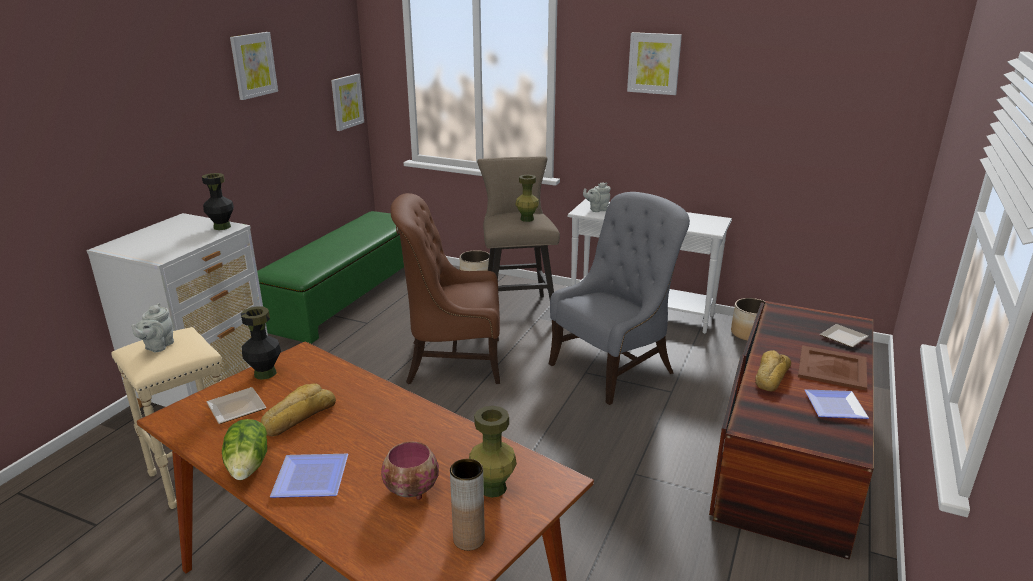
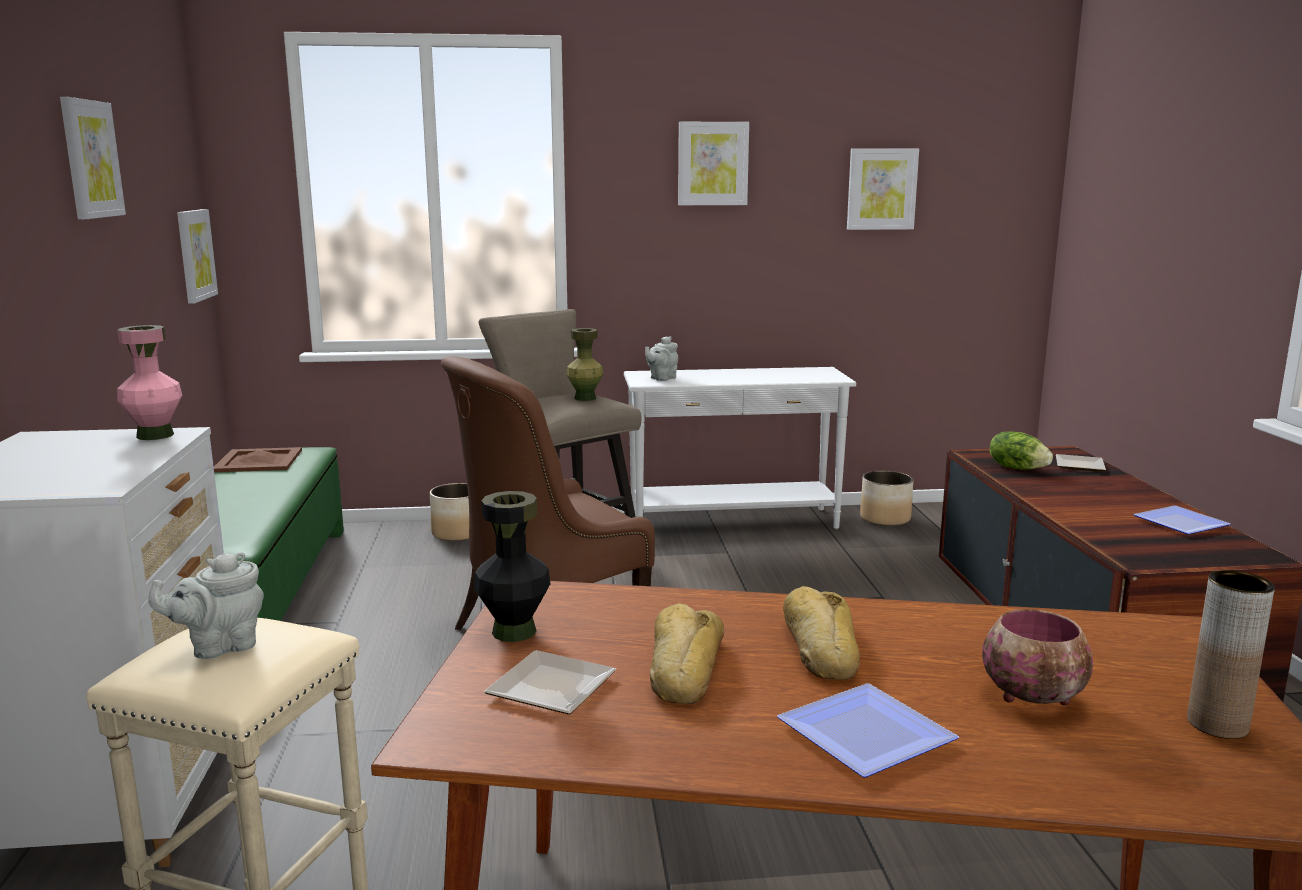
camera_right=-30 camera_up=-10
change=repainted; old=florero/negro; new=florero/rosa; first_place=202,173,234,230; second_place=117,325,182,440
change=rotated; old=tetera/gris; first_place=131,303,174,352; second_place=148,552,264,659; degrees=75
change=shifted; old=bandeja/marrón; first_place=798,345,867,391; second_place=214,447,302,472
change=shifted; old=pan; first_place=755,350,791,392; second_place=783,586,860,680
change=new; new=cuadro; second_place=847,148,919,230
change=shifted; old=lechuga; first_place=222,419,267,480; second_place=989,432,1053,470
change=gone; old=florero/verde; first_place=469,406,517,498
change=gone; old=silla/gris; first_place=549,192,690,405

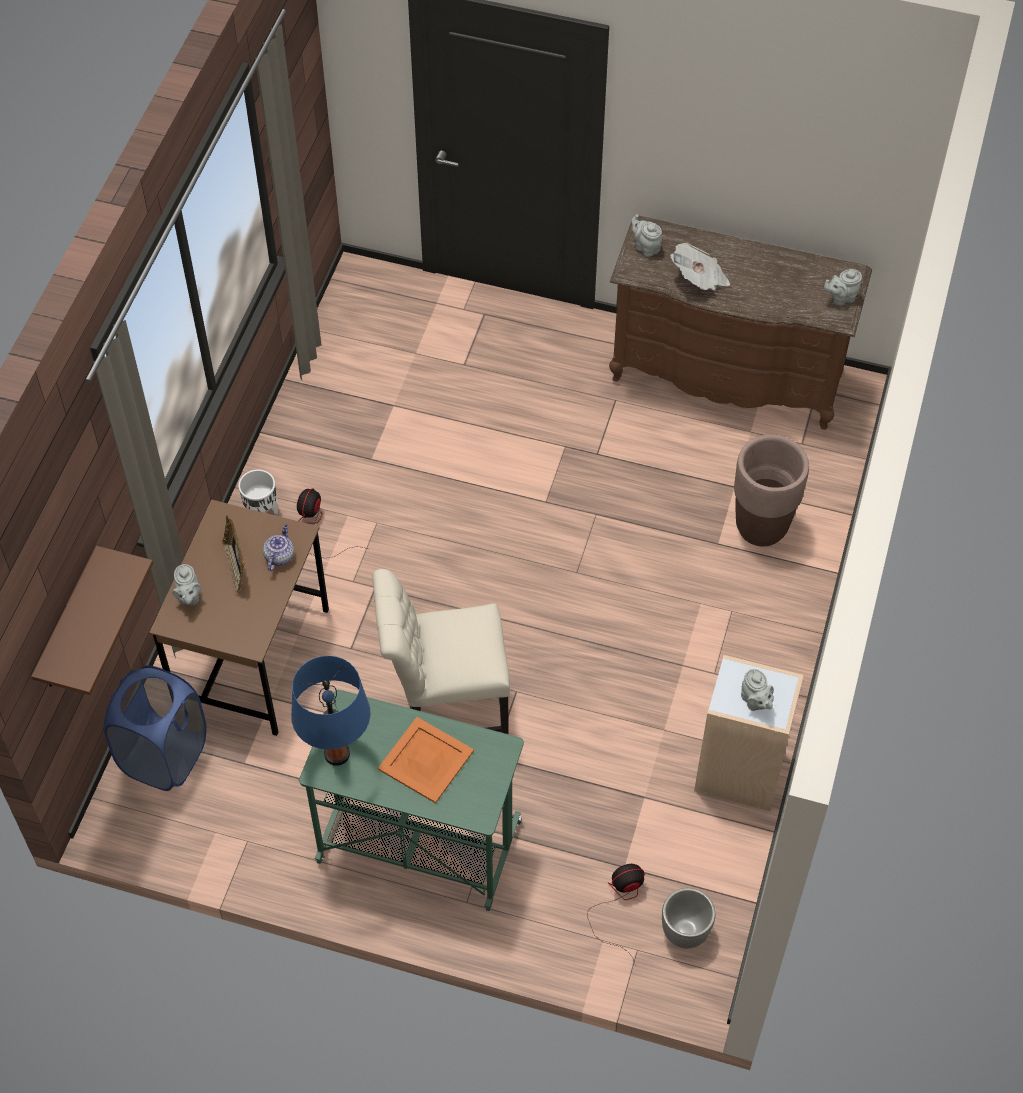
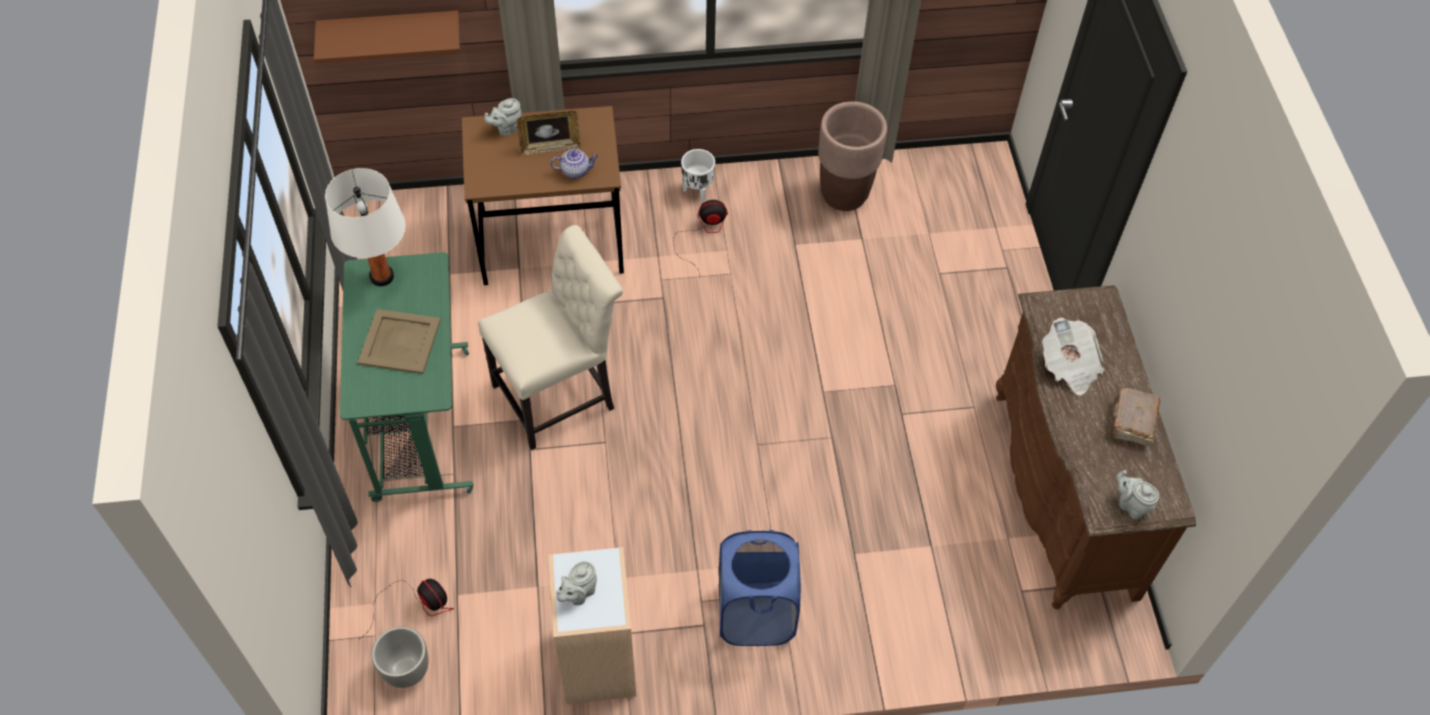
camera_right=65 camera_up=0
change=repainted; old=lámpara de mesa/azul; new=lámpara de mesa/blanco; first_place=291,656,371,766; second_place=325,168,406,286
change=repainted; old=bandeja/naranja; new=bandeja/beis; first_place=378,717,474,803; second_place=358,309,441,374
change=rotated; old=silla/beis; first_place=372,569,510,734; second_place=478,225,623,450; degrees=90
change=rotated; old=portarretratos; first_place=222,516,244,595; second_place=517,111,581,155; degrees=-150
change=shifted; old=cesto de la ropa/azul; first_place=104,665,207,791; second_place=719,530,801,646
change=shifted; old=maceta/marrón; first_place=734,434,809,546; second_place=818,101,887,211
change=new; new=libro/marrón; second_place=1109,387,1160,446
change=gone; old=tetera/gris; first_place=631,214,662,257

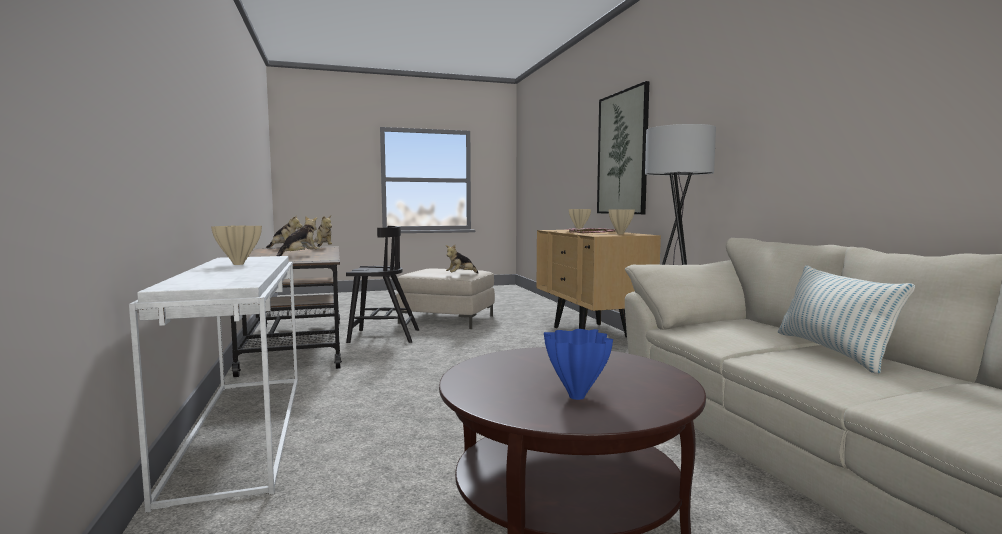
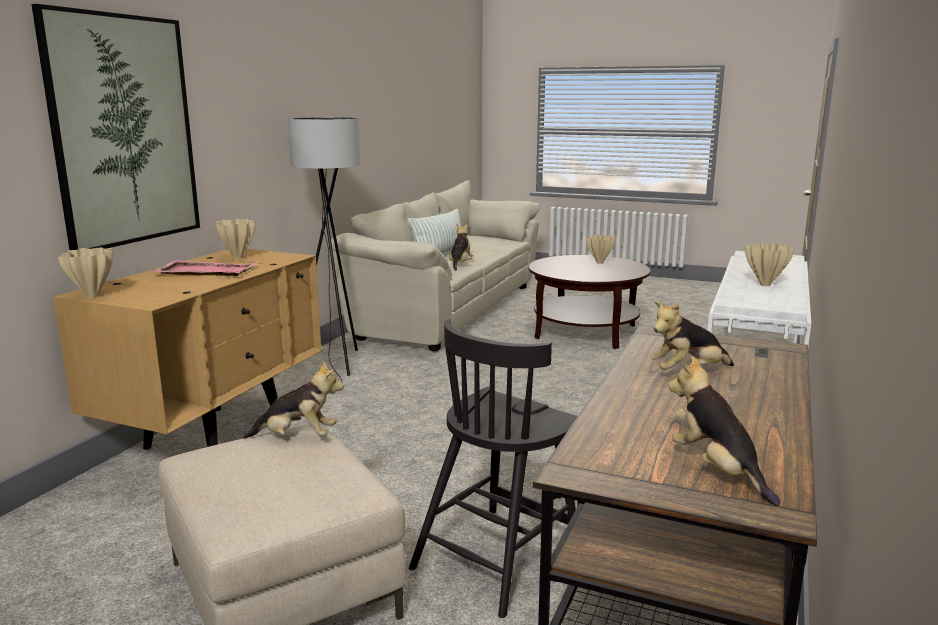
camera_right=-140 camera_up=10
change=rotated; old=silla/negro; first_place=346,226,419,343; second_place=409,319,577,618; degrees=-90
change=shifted; old=peluche; first_place=313,216,332,247; second_place=449,224,473,271
change=repainted; old=florero/azul; new=florero/beis; first_place=544,329,613,400; second_place=586,235,616,264

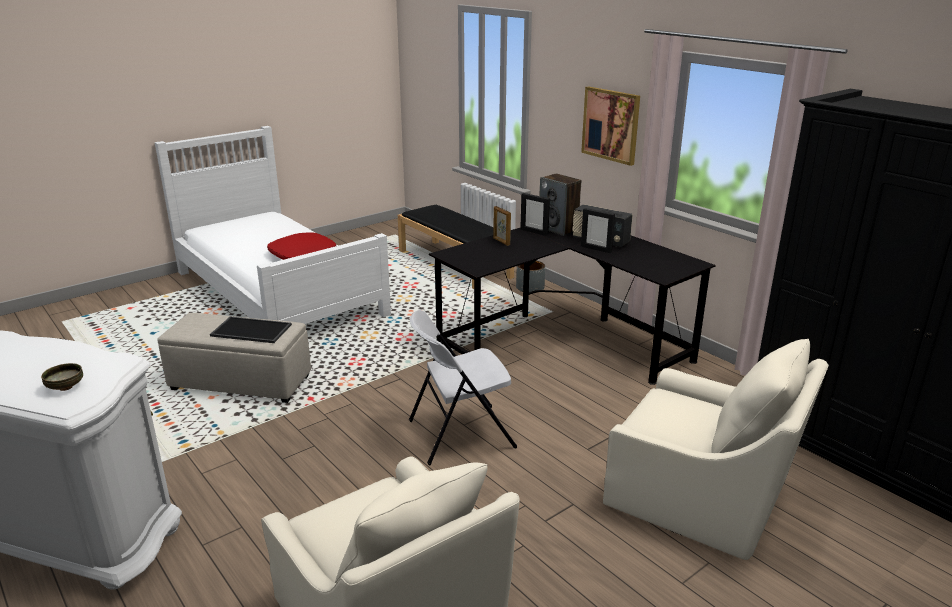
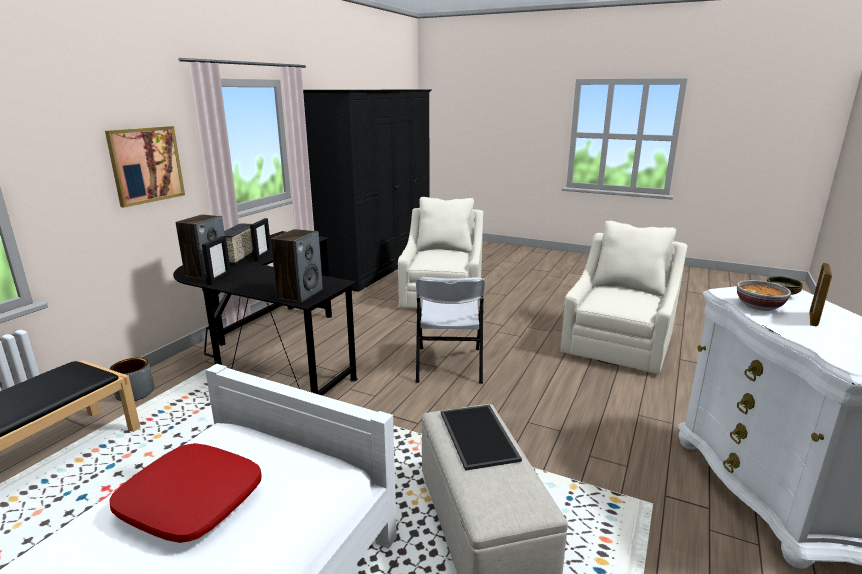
camera_right=-115 camera_up=-5
change=new; new=altavoz; second_place=271,229,323,303
change=rotated; old=silla/blanco; first_place=409,310,517,466; second_place=416,277,485,384; degrees=45
change=new; new=cuenco; second_place=737,280,791,311
change=shifted; old=portarretratos; first_place=493,206,511,246; second_place=809,263,832,326

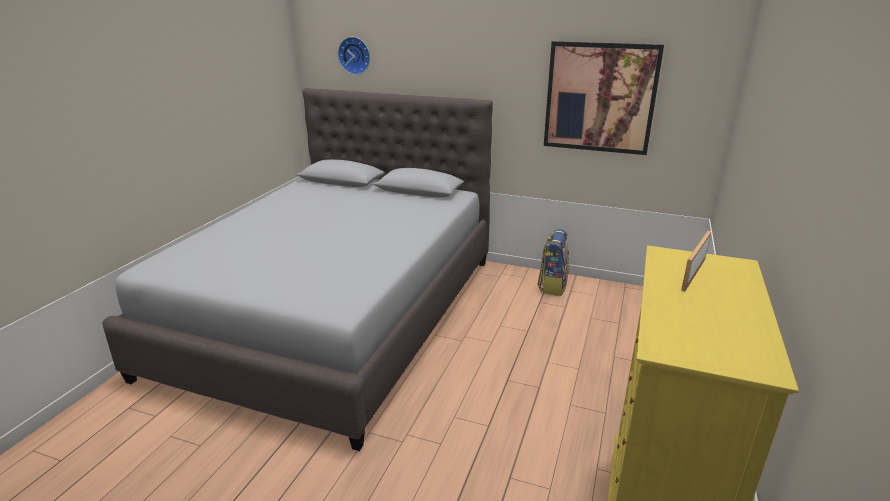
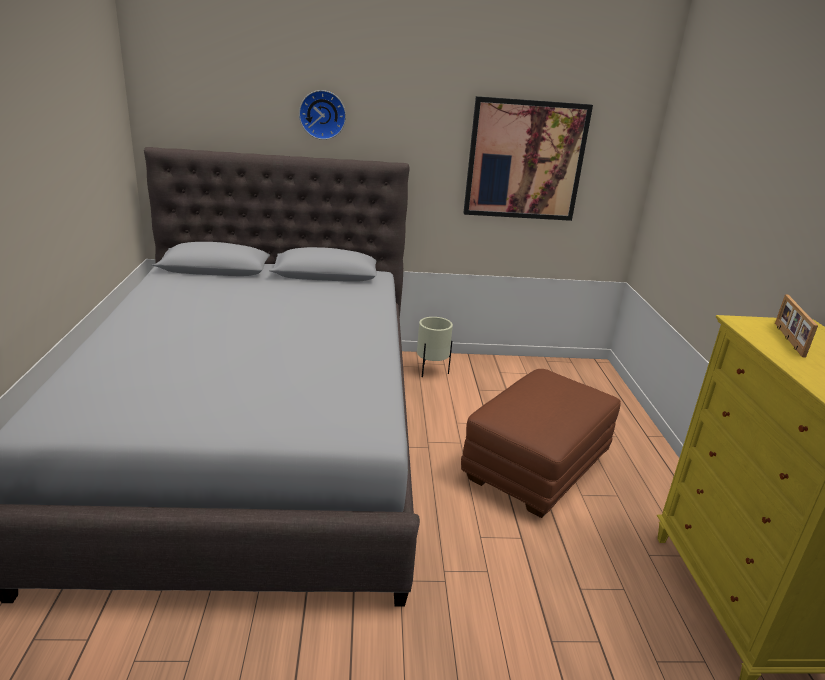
camera_right=-25 camera_up=0
change=shifted; old=reloj de pared; first_place=338,37,370,75; second_place=299,90,346,140
change=new; new=maceta/beis; second_place=417,317,453,378
change=new; new=puf/marrón; second_place=461,369,621,518
change=gone; old=mochila; first_place=537,229,570,296

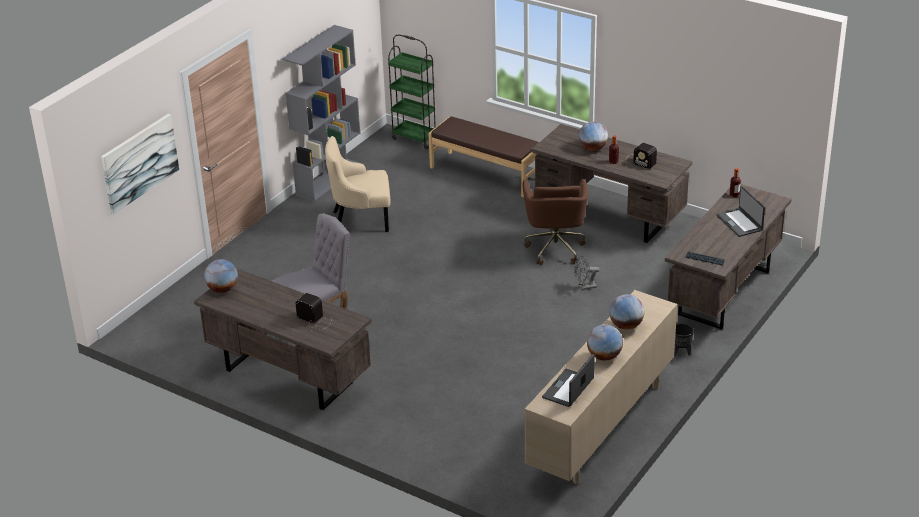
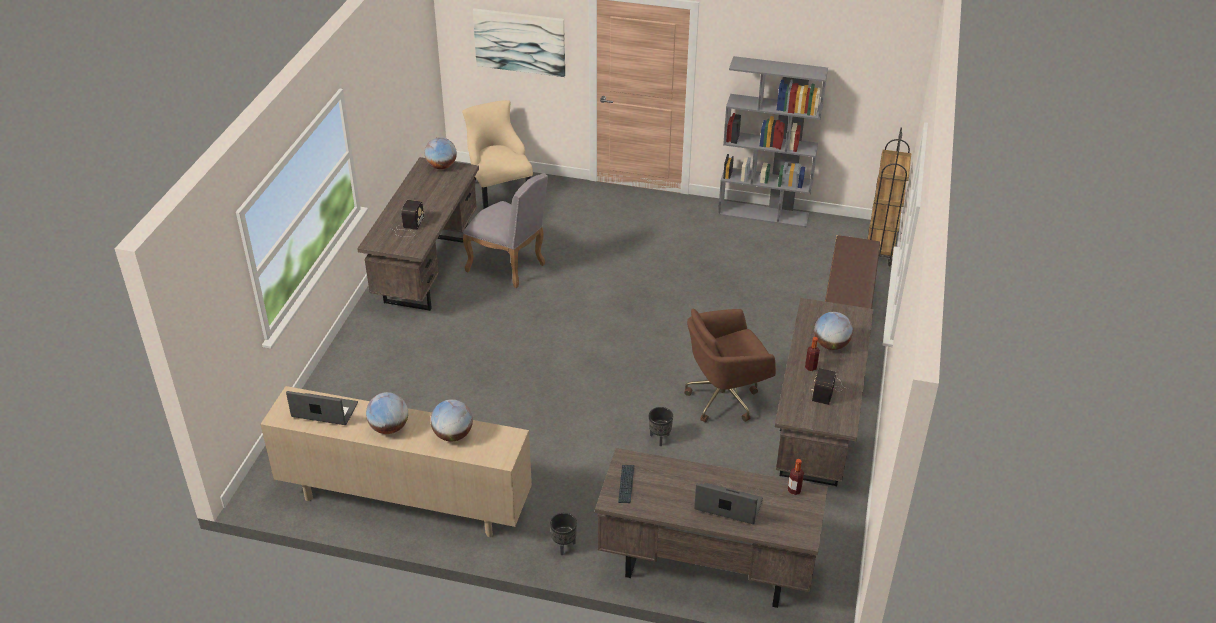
camera_right=70 camera_up=5
change=shifted; old=silla/beis; first_place=325,136,390,232; second_place=462,100,533,209
change=swapped; old=ventilador/gris; new=maceta/negro; first_place=574,256,600,290; second_place=649,407,673,446
change=rotated; old=portátil; first_place=716,186,765,237; second_place=694,483,763,524; degrees=60
change=repainted; old=carrito/verde; new=carrito/marrón; first_place=388,35,436,150; second_place=867,127,911,266

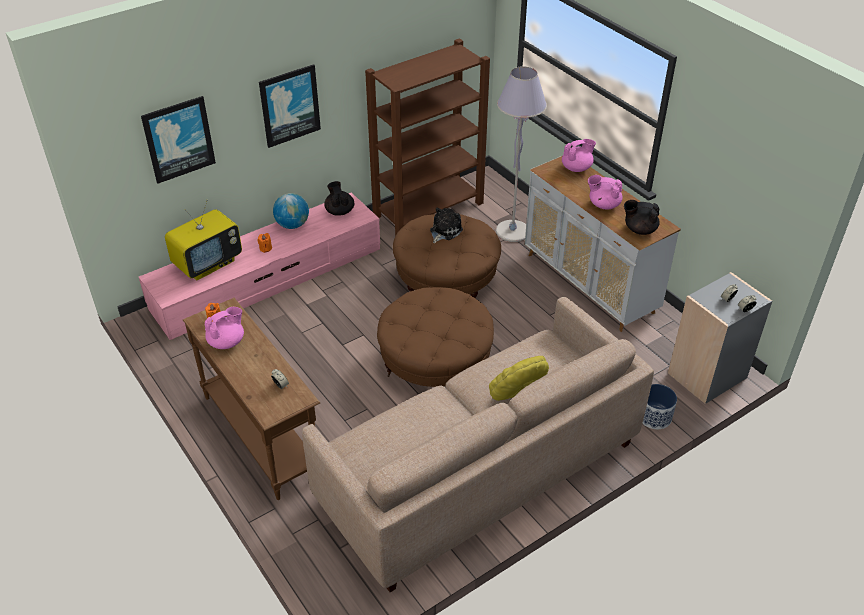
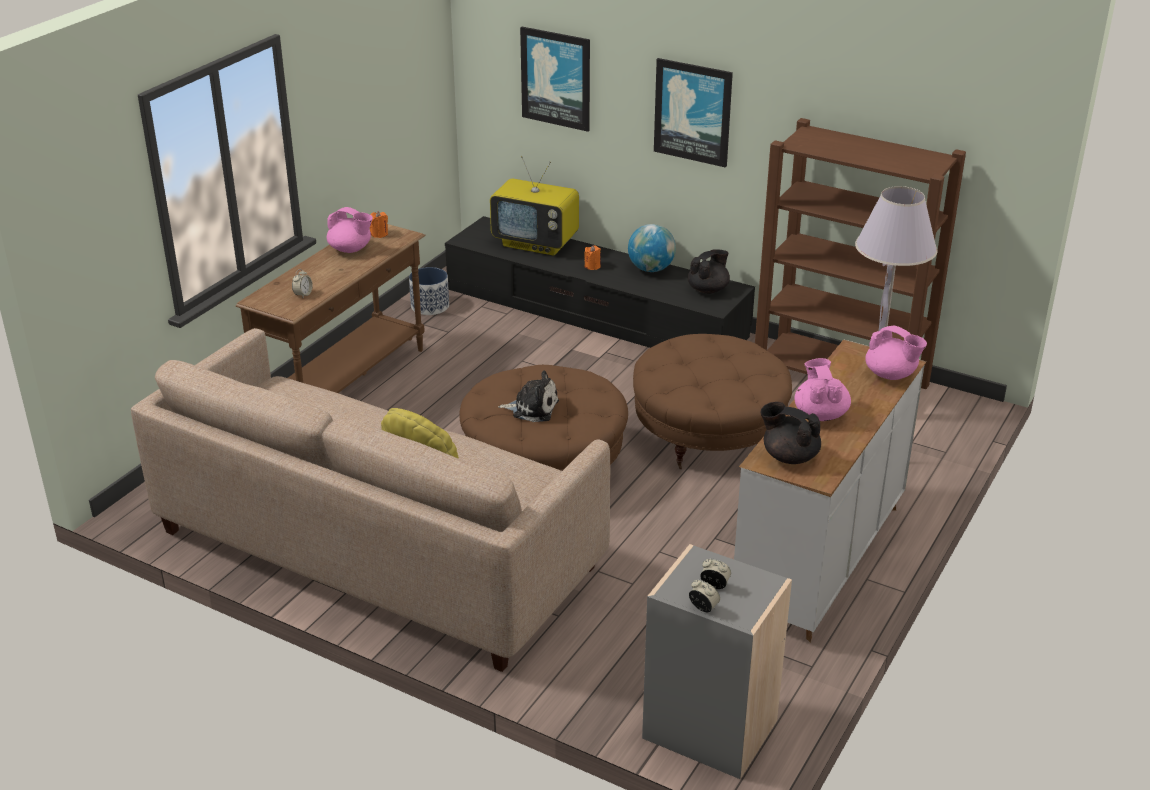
camera_right=65 camera_up=-10
change=shifted; old=maceta; first_place=642,384,677,429; second_place=409,267,449,315
change=repainted; old=mueble de televisión/rosa; new=mueble de televisión/negro; first_place=139,193,380,340; second_place=445,216,755,348
change=shifted; old=peluche; first_place=430,208,463,243; second_place=498,370,559,422
change=rotated; old=tetera/negro; first_place=624,200,660,235; second_place=761,402,821,464; degrees=-45

